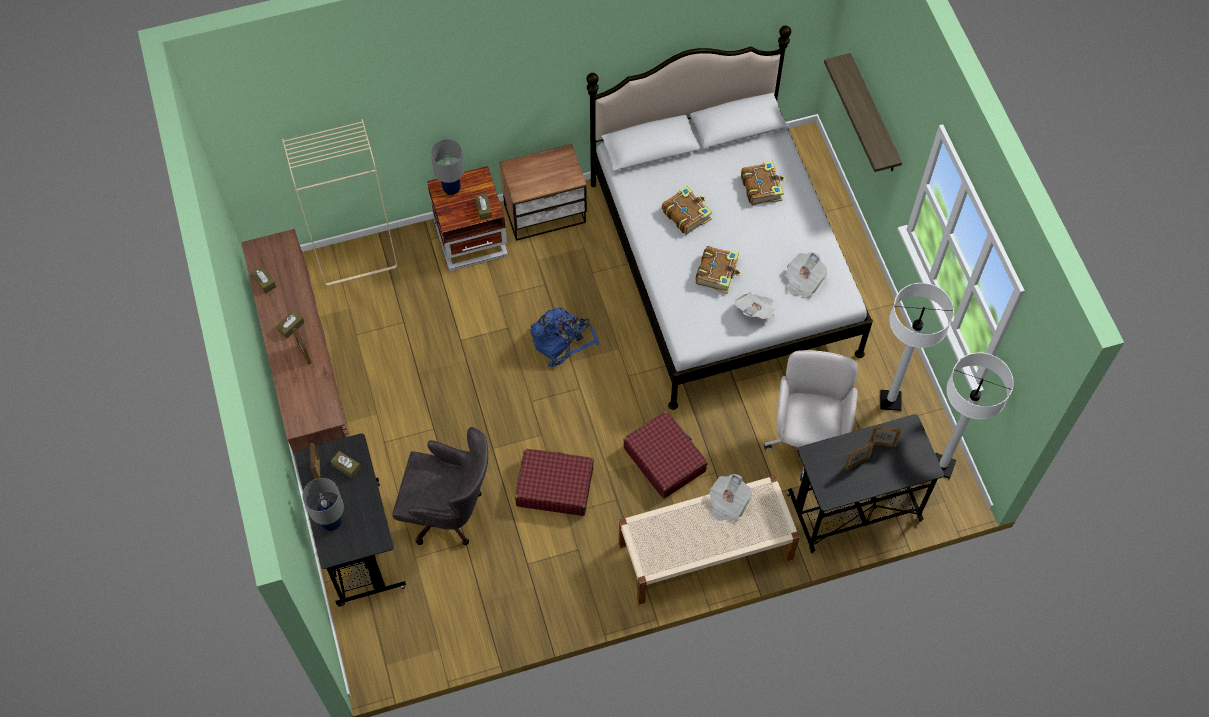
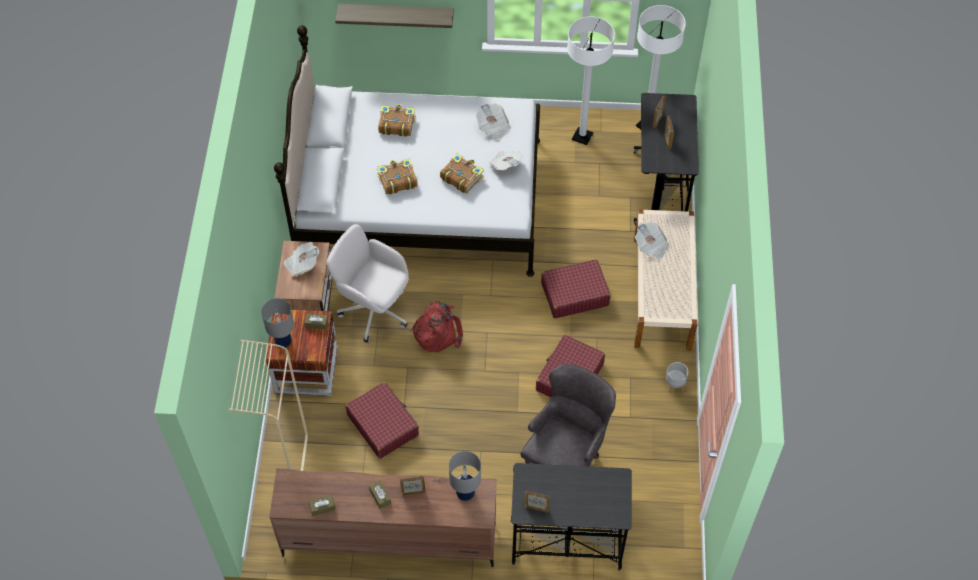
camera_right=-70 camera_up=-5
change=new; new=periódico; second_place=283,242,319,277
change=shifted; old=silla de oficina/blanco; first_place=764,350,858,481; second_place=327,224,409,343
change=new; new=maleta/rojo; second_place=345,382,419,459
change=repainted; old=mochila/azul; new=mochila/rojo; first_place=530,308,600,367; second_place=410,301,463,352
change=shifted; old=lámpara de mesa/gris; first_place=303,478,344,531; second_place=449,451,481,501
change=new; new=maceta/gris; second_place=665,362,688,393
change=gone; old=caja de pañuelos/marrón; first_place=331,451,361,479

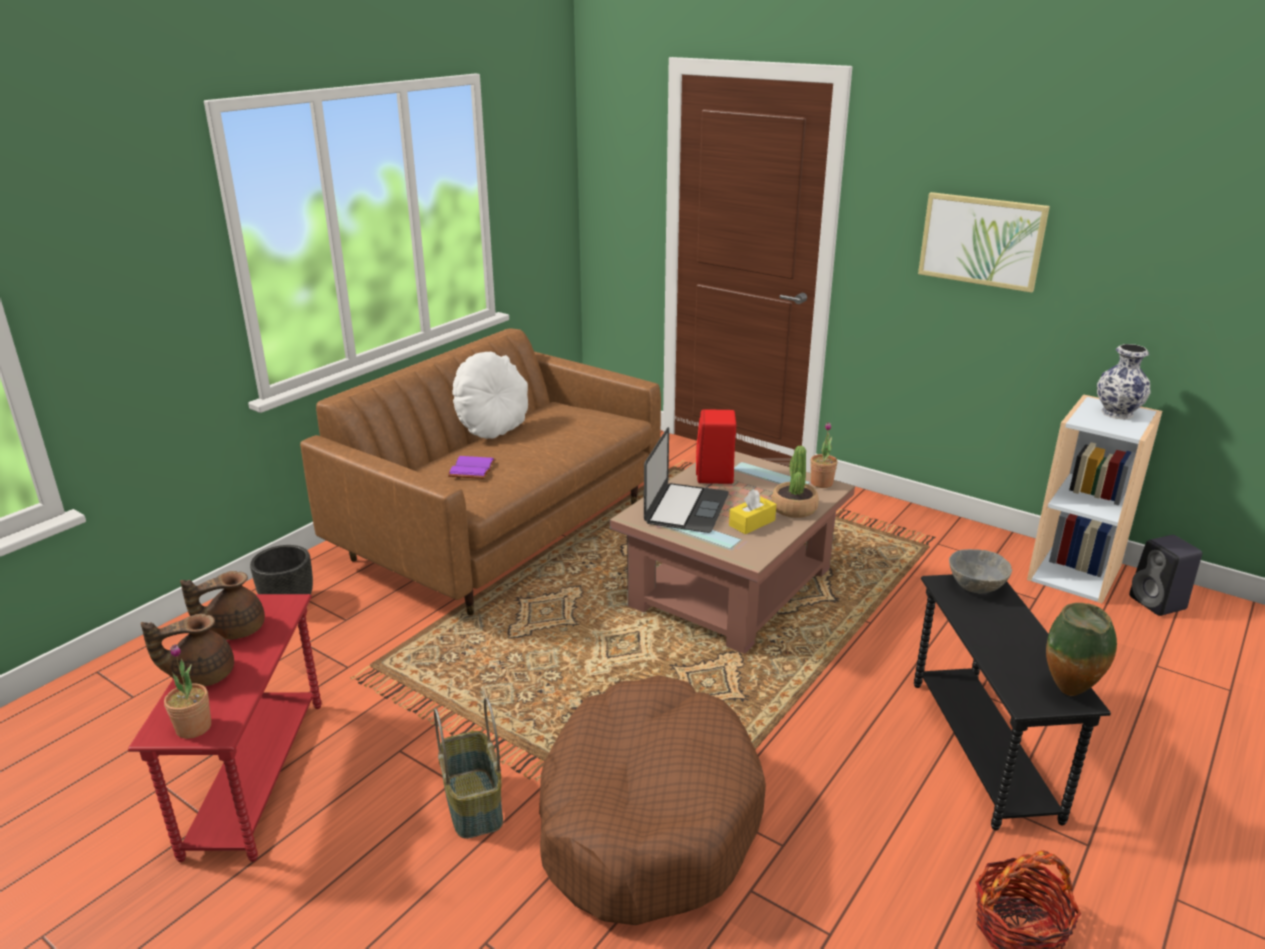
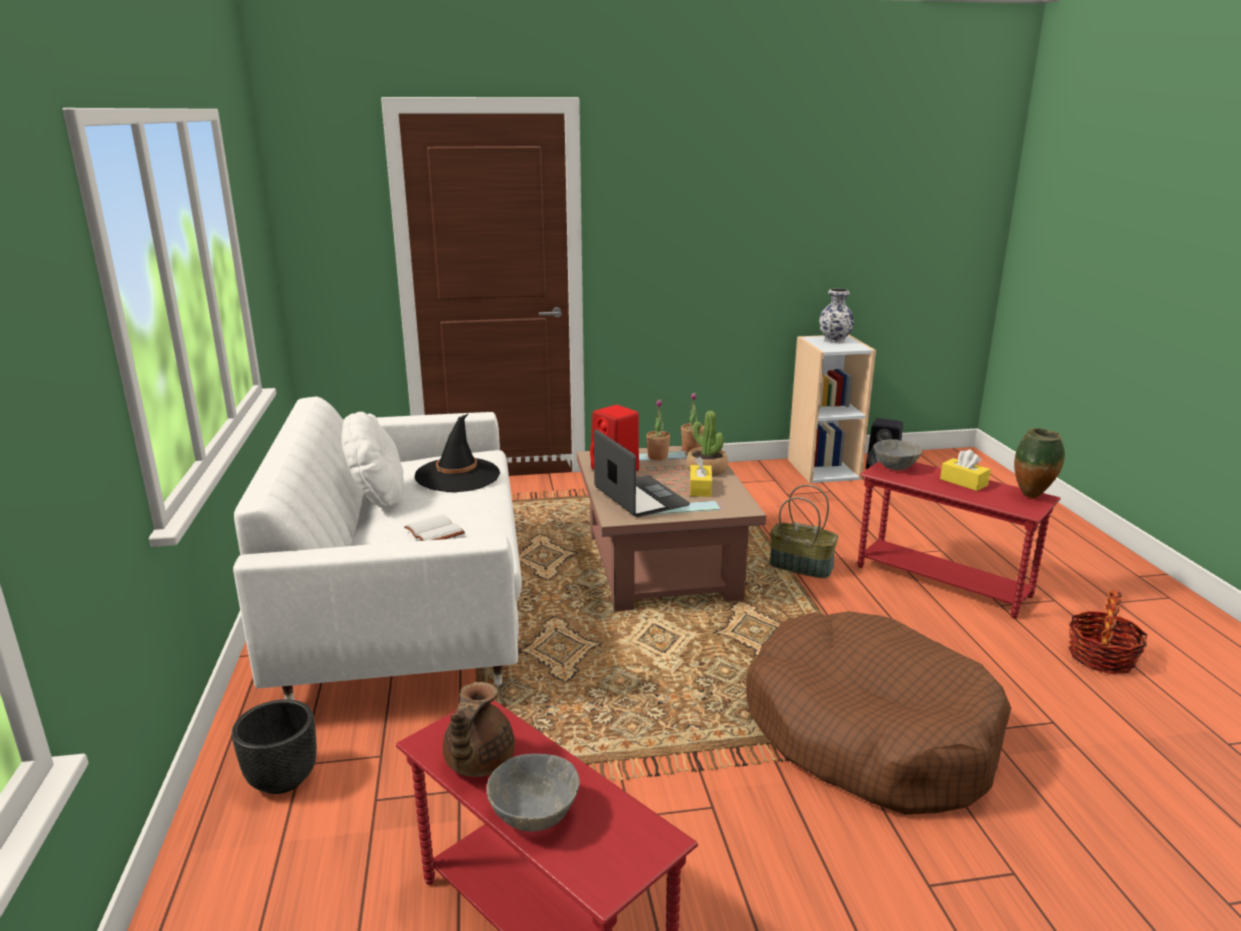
camera_right=-45 camera_up=-5
change=repainted; old=sofá/marrón; new=sofá/blanco; first_place=300,328,661,615; second_place=233,396,522,700
change=repainted; old=libro/morado; new=libro/blanco; first_place=448,456,496,479; second_place=404,514,465,541
change=new; new=sombrero/negro; second_place=415,414,500,492
change=swapped; old=tetera/marrón; new=cuenco/gris; first_place=141,614,234,686; second_place=487,754,580,832
change=shifted; old=planta en maceta; first_place=164,644,211,739; second_place=646,399,670,460
change=shifted; old=cesta; first_place=434,697,503,839; second_place=769,485,838,578
change=repainted; old=mesa auxiliar/negro; new=mesa auxiliar/rojo; first_place=914,574,1111,831; second_place=858,461,1061,619
change=new; new=caja de pañuelos/amarillo; second_place=940,449,991,491
change=gone; old=cuadro; first_place=918,192,1050,293

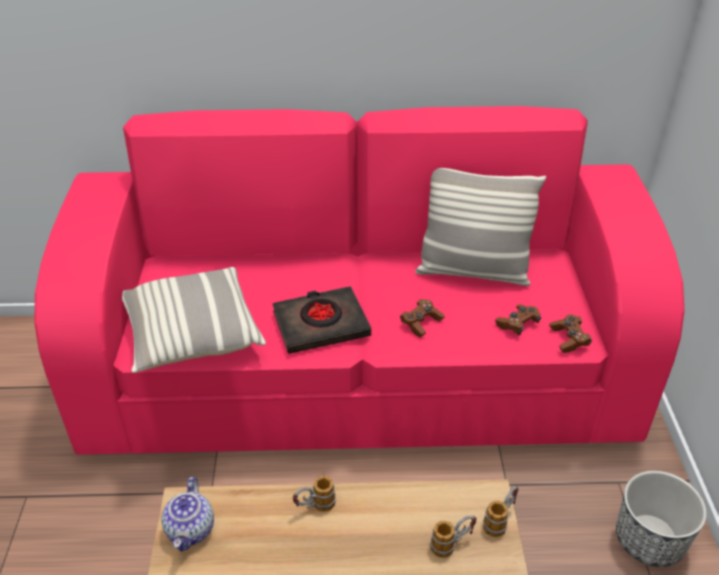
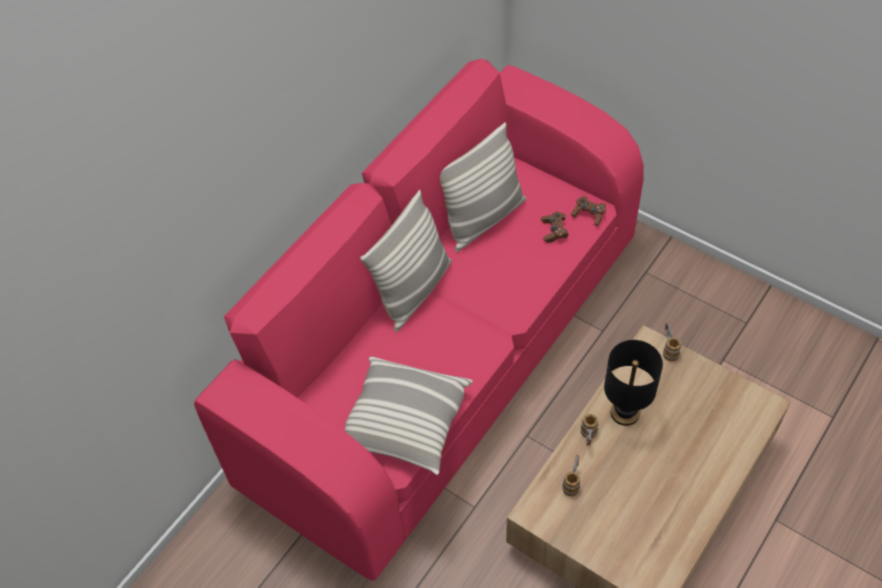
camera_right=-50 camera_up=15
change=new; new=cojín; second_place=360,190,452,332
change=shifted; old=taza grande; first_place=430,515,477,558; second_place=562,455,581,496
change=new; new=lámpara de mesa/negro; second_place=604,340,663,426
change=gone; old=tetera; first_place=162,477,214,551
change=gone; old=libro/negro; first_place=273,286,371,354
change=gone; old=mando de consola/marrón; first_place=400,299,444,338
change=gone; old=maceta; first_place=616,471,707,567

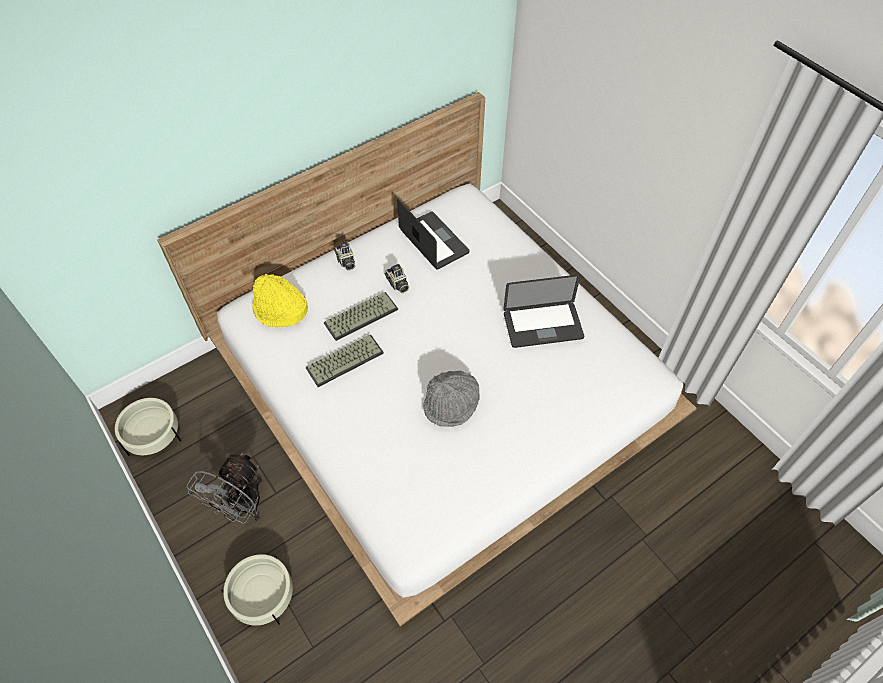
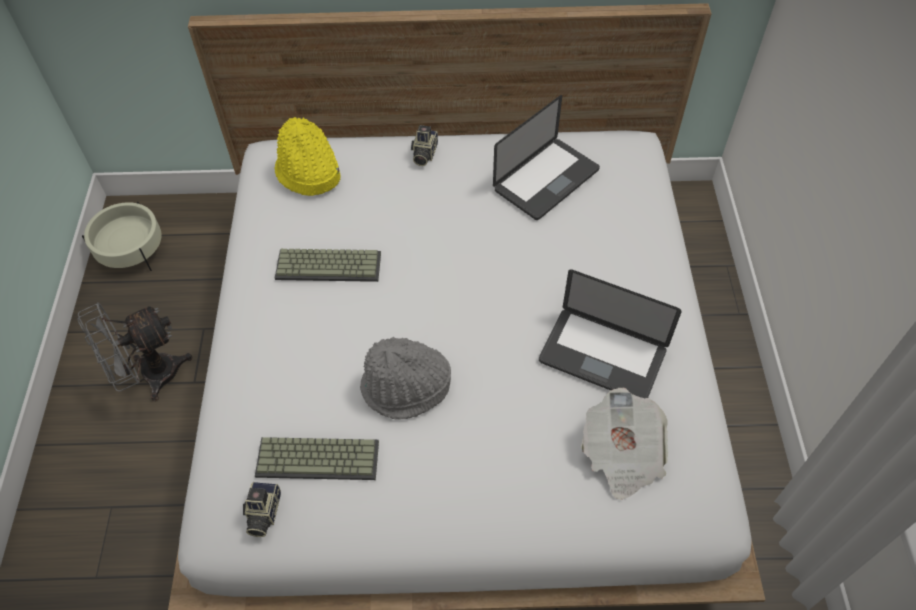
camera_right=35 camera_up=0
change=shifted; old=cámara; first_place=384,264,409,293; second_place=243,482,281,537
change=shifted; old=teclado; first_place=324,292,398,341; second_place=255,437,379,480
change=rotated; old=portátil; first_place=397,198,469,270; second_place=493,95,600,220; degrees=45
change=new; new=periódico; second_place=581,388,668,500
change=gone; old=maceta/beis; first_place=222,554,293,626

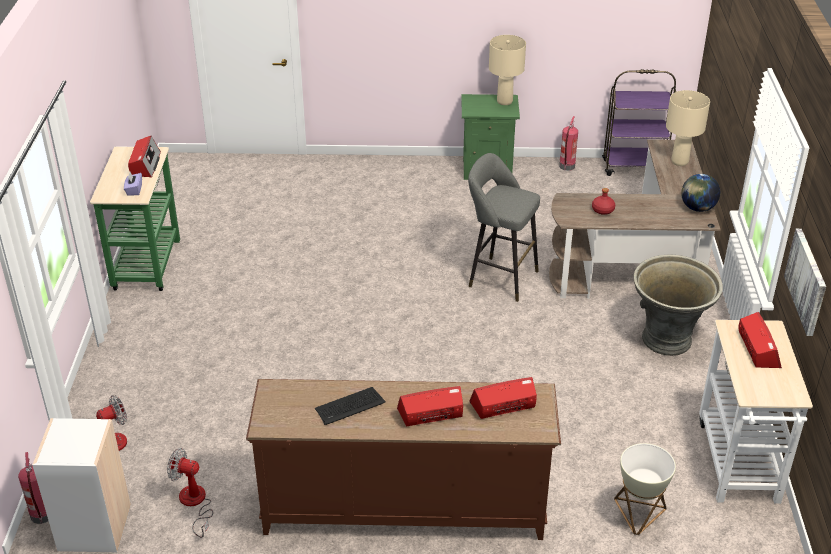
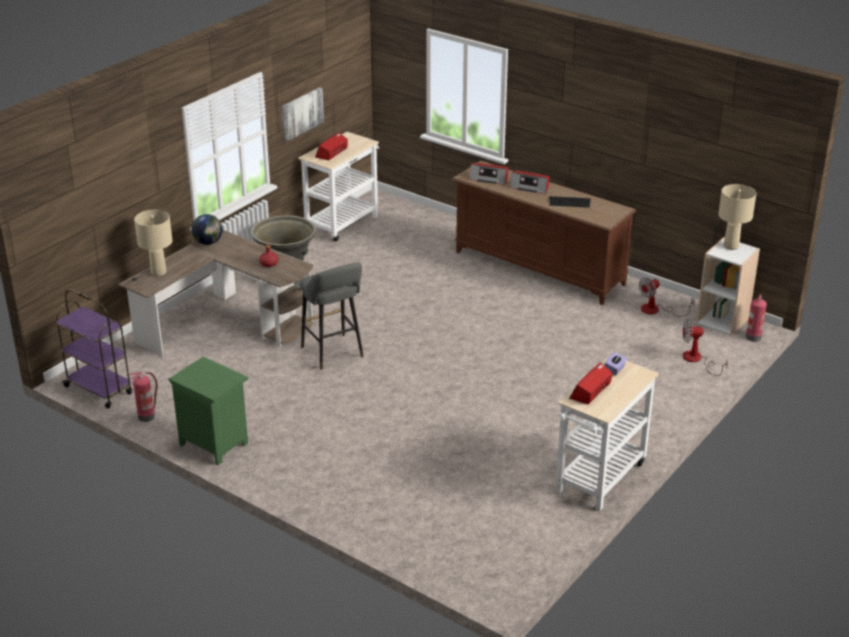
camera_right=-145 camera_up=-5
change=repainted; old=carrito/verde; new=carrito/blanco; first_place=90,147,180,291; second_place=555,356,659,511
change=rotated; old=ventilador; first_place=167,448,213,538; second_place=639,277,695,317; degrees=90
change=shifted; old=lámpara de mesa/beis; first_place=489,35,526,105; second_place=718,184,756,250
change=gone; old=maceta; first_place=614,443,676,535

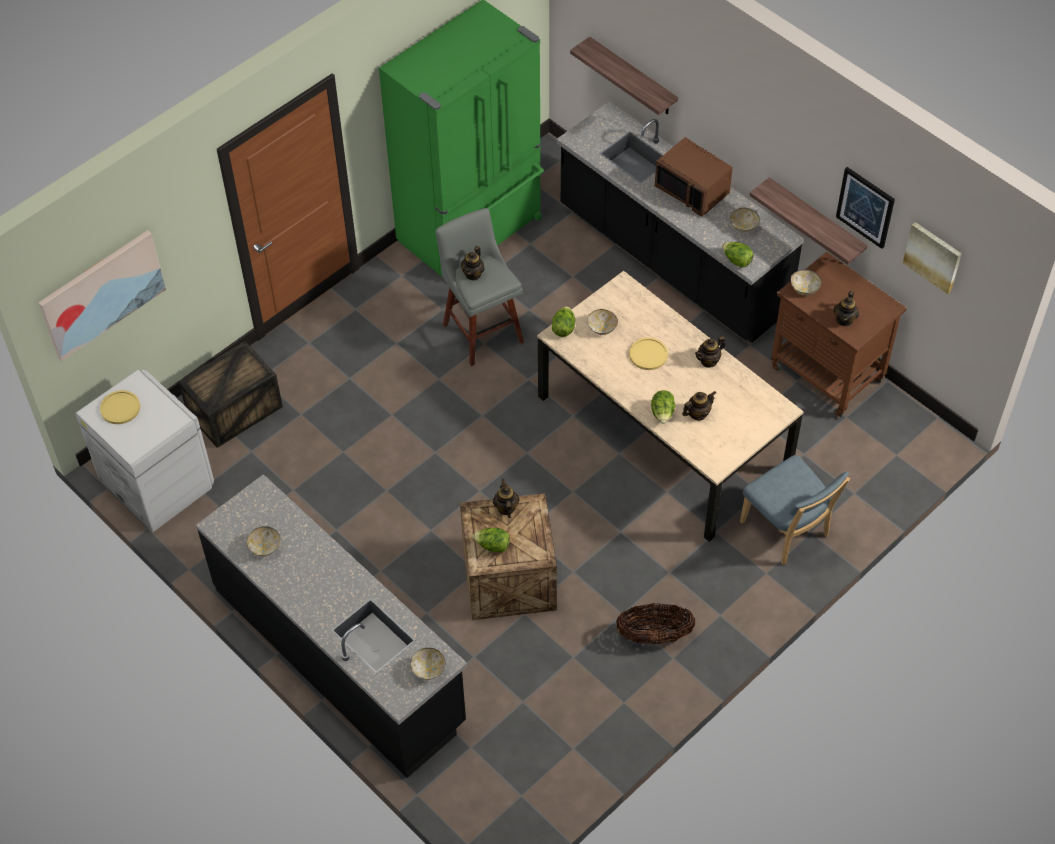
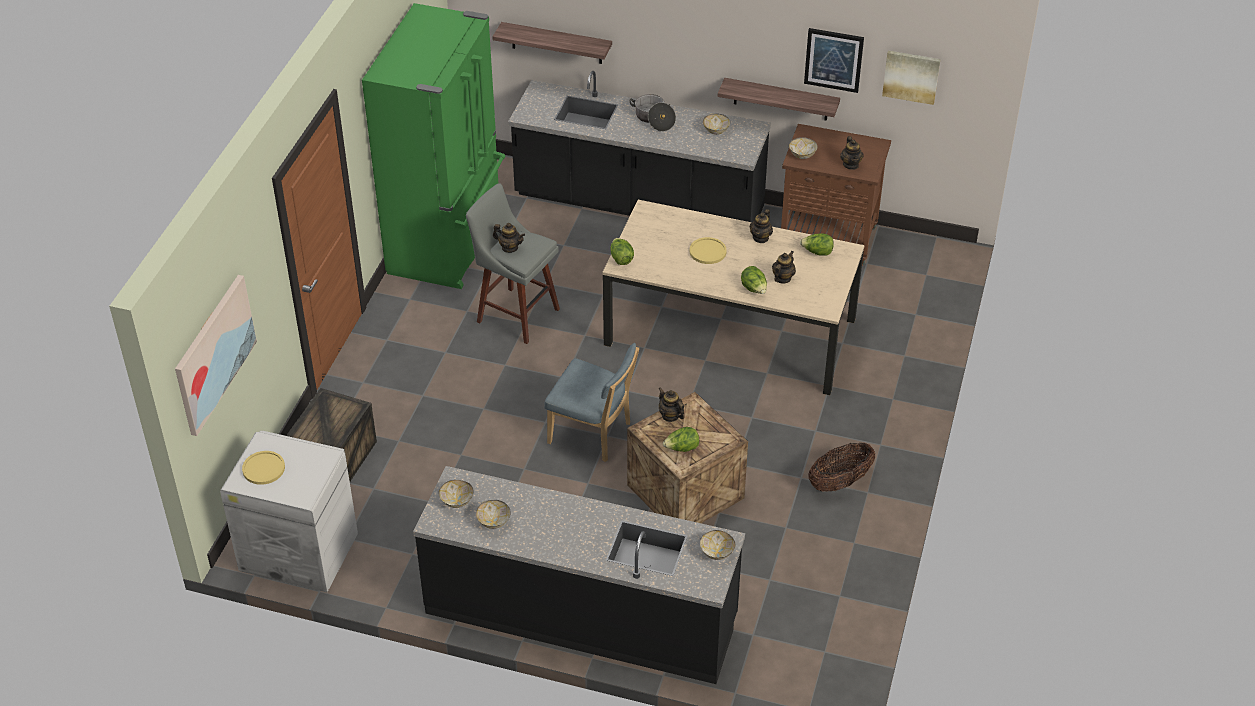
camera_right=-30 camera_up=-10
change=shifted; old=cuenco; first_place=587,309,618,335; second_place=439,480,474,508
change=rotated; old=tetera; first_place=461,246,485,281; second_place=493,223,525,253; degrees=-60
change=shifted; old=silla/azul; first_place=740,455,850,565; second_place=545,343,639,462
change=swapped; old=microondas/marrón; new=olla; first_place=655,137,733,217; second_place=629,94,676,132
change=shifted; old=lechuga; first_place=722,242,753,268; second_place=800,233,834,256

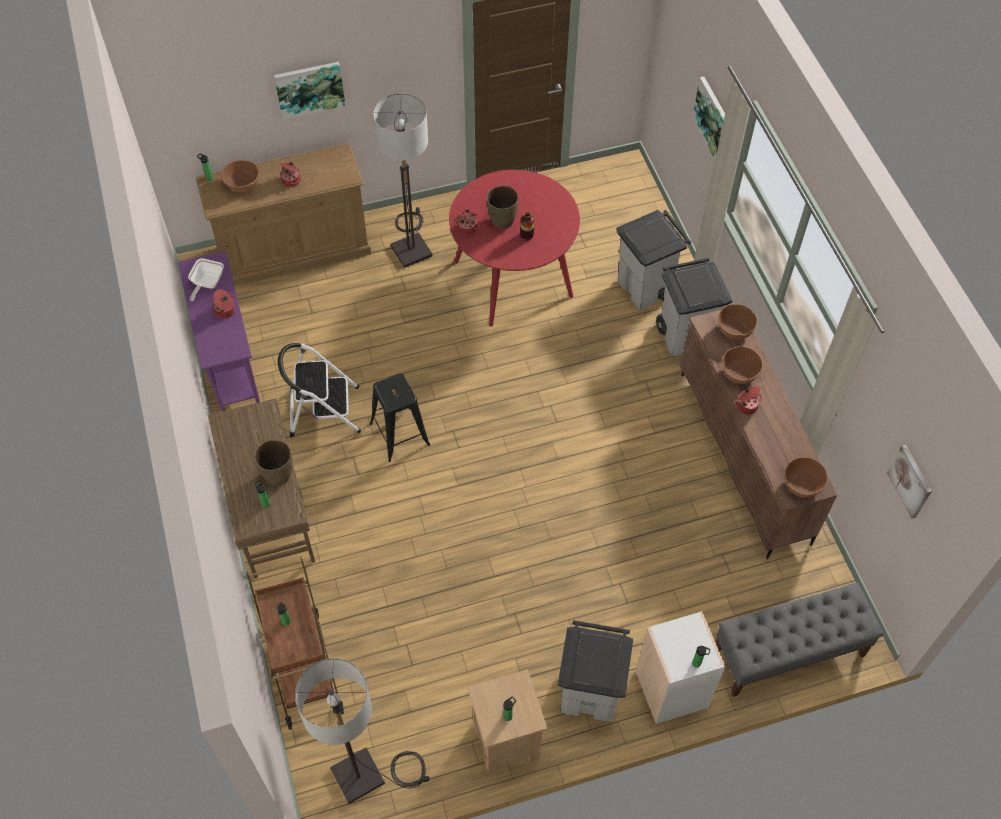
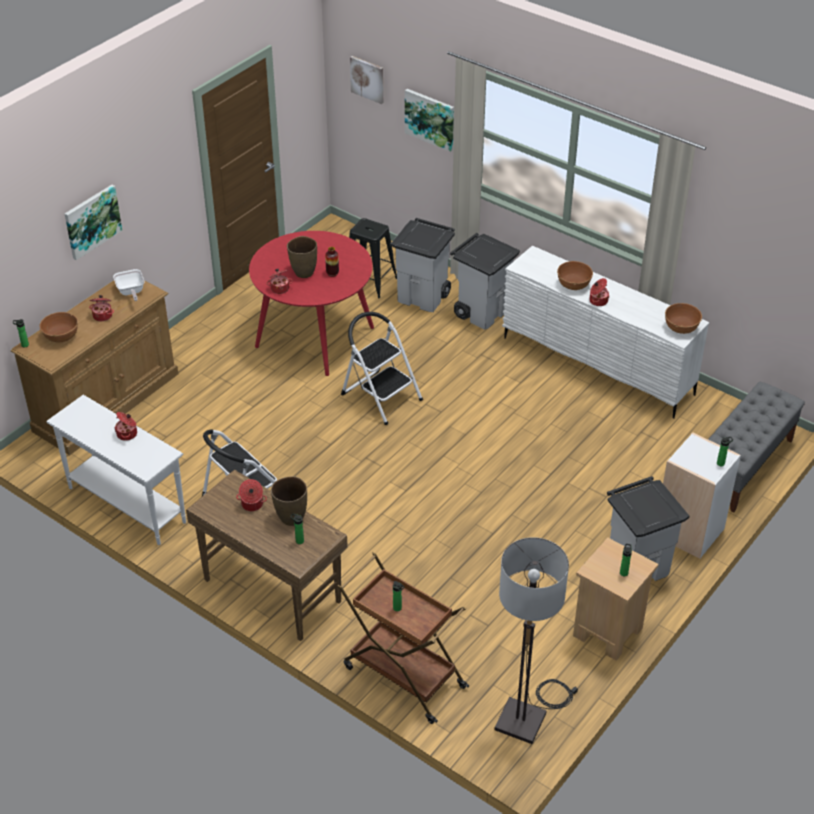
camera_right=-35 camera_up=-15
change=repainted; old=mesa consola/morado; new=mesa consola/blanco; first_place=178,251,260,412; second_place=46,395,186,545
change=shifted; old=sartén; first_place=188,258,224,301; second_place=113,269,144,301
change=new; new=olla; second_place=236,479,267,511
change=new; new=escalera de tijera; second_place=341,312,423,425
change=shifted; old=taburete/negro; first_place=370,373,430,462; second_place=349,218,397,298
change=shifted; old=cuadro; first_place=887,445,932,519; second_place=350,56,383,104
change=repainted; old=cómoda/marrón; new=cómoda/blanco; first_place=679,310,838,559; second_place=502,246,709,419
change=gone; old=lámpara de pie; first_place=373,94,433,268
change=gone; old=cuenco/marrón; first_place=718,304,758,340

